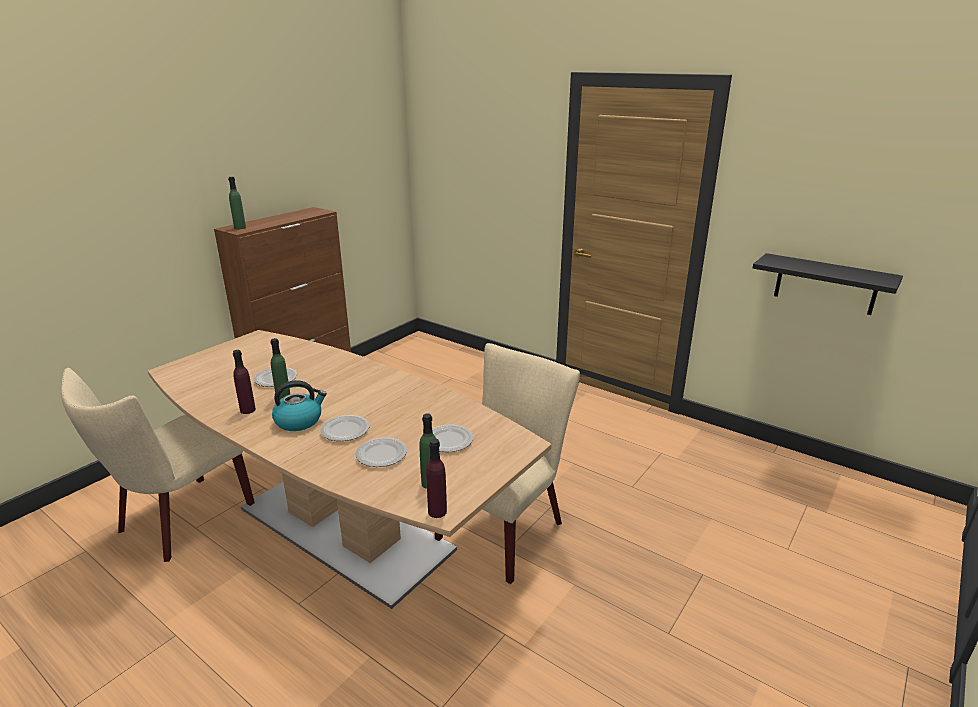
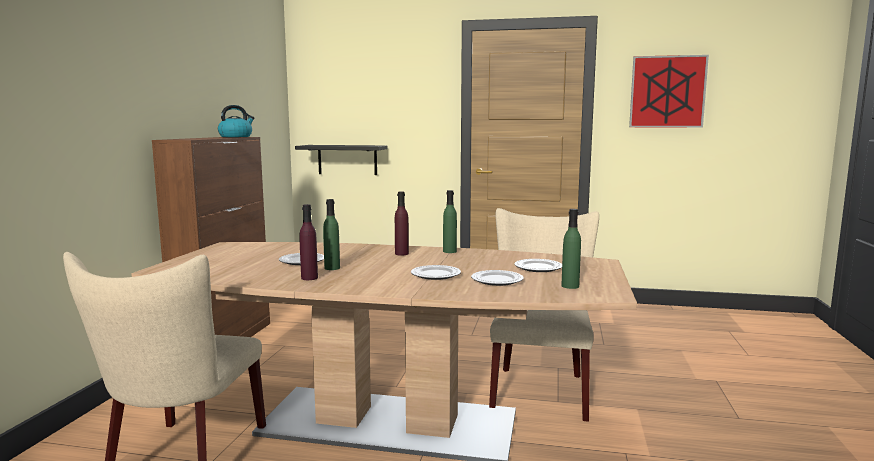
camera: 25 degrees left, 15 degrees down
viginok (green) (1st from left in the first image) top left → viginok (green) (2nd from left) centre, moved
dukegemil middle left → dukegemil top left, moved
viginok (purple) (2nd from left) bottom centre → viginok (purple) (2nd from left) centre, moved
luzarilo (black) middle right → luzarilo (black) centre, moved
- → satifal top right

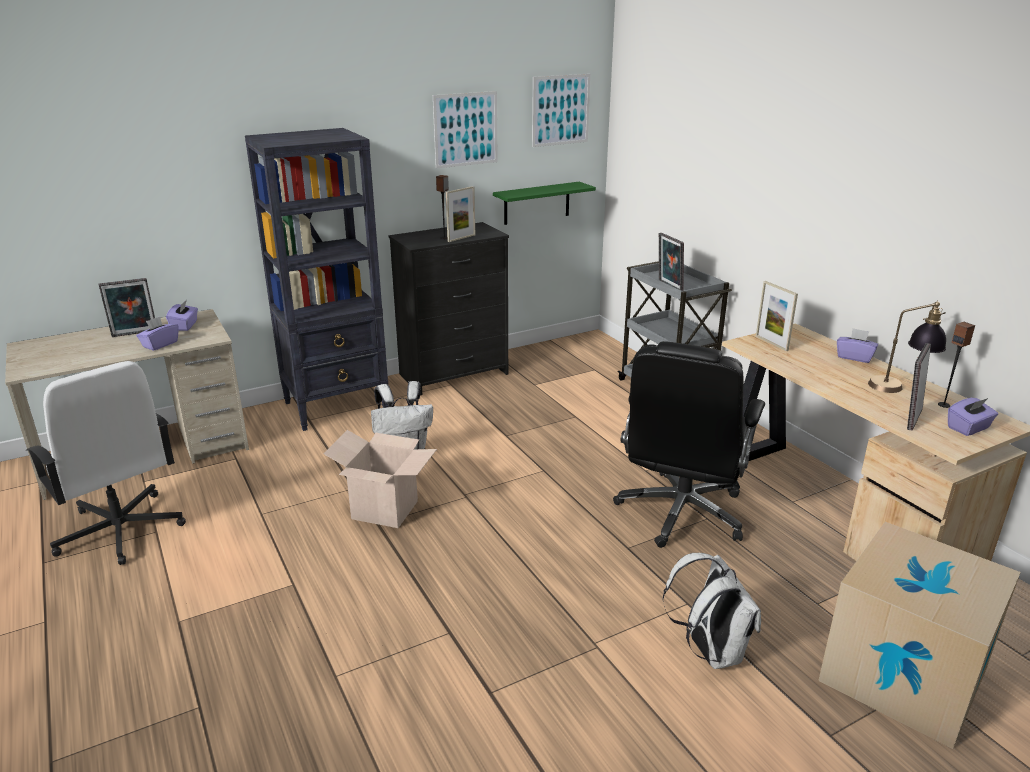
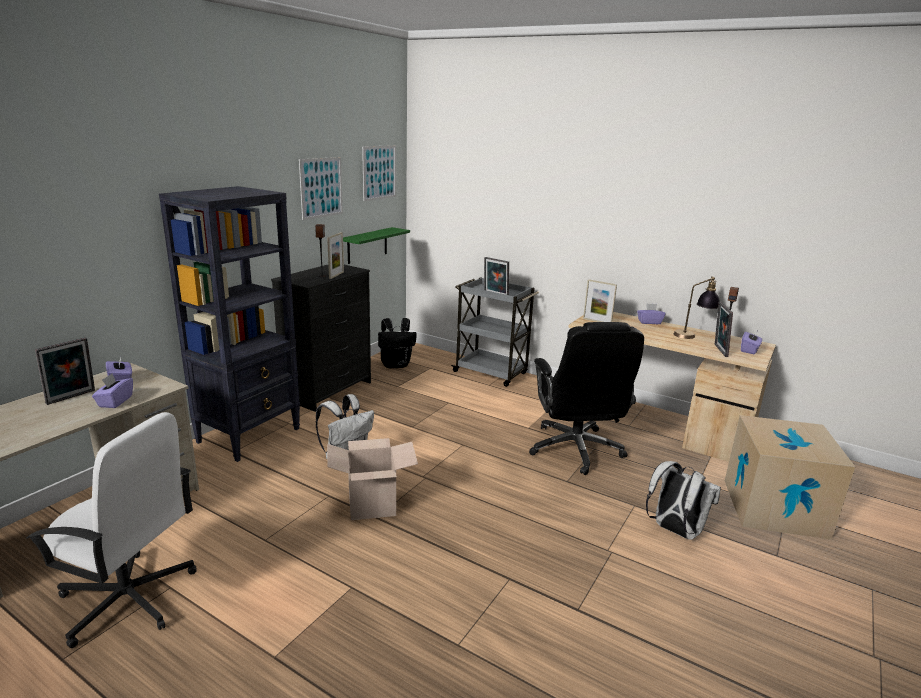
camera: 30 degrees left, 5 degrees down
- → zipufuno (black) centre

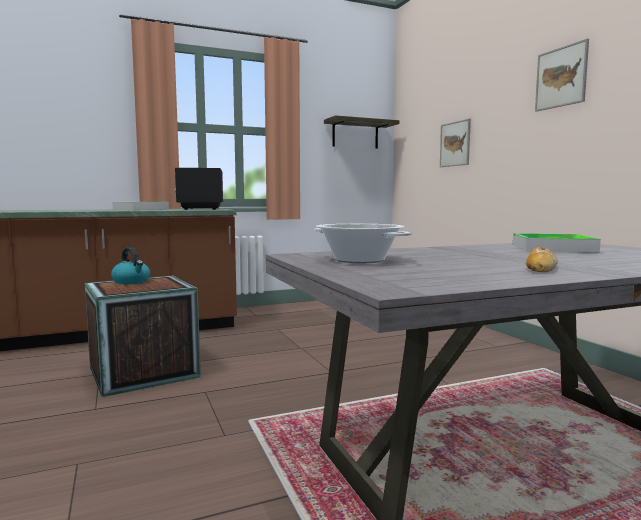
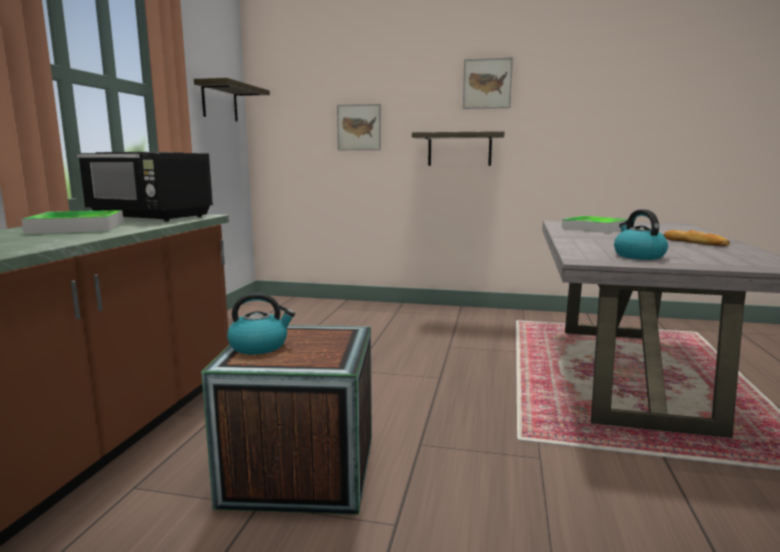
camera: 55 degrees left, 5 degrees up
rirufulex centre → dukegemil (2nd from left) middle right
- → luzarilo (2nd from left) top centre

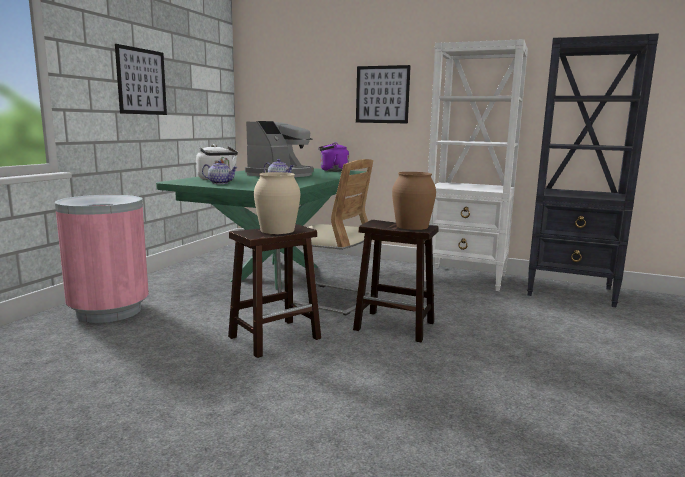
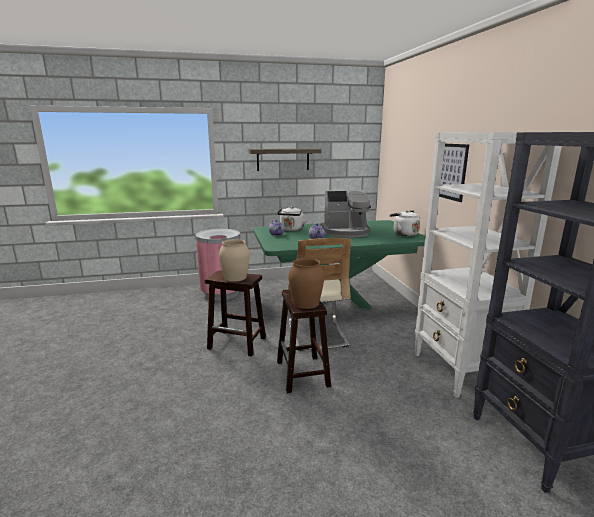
camera: 55 degrees right, 5 degrees up
satifal (1st from left) top left → luzarilo top centre
dukegemil (purple) top centre → dukegemil (white) (2nd from left) middle right

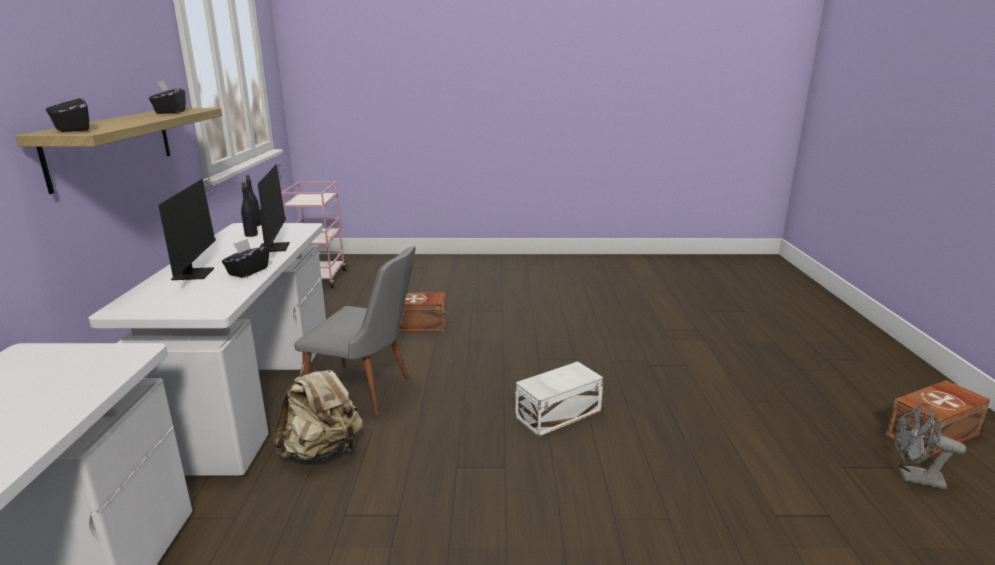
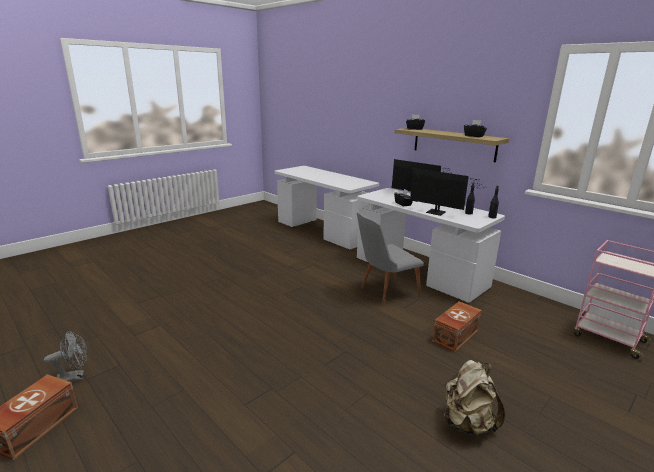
camera: 135 degrees right, 0 degrees up
zipufuno (beige) bottom left → zipufuno (beige) bottom right, moved
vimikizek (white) bottom centre → -

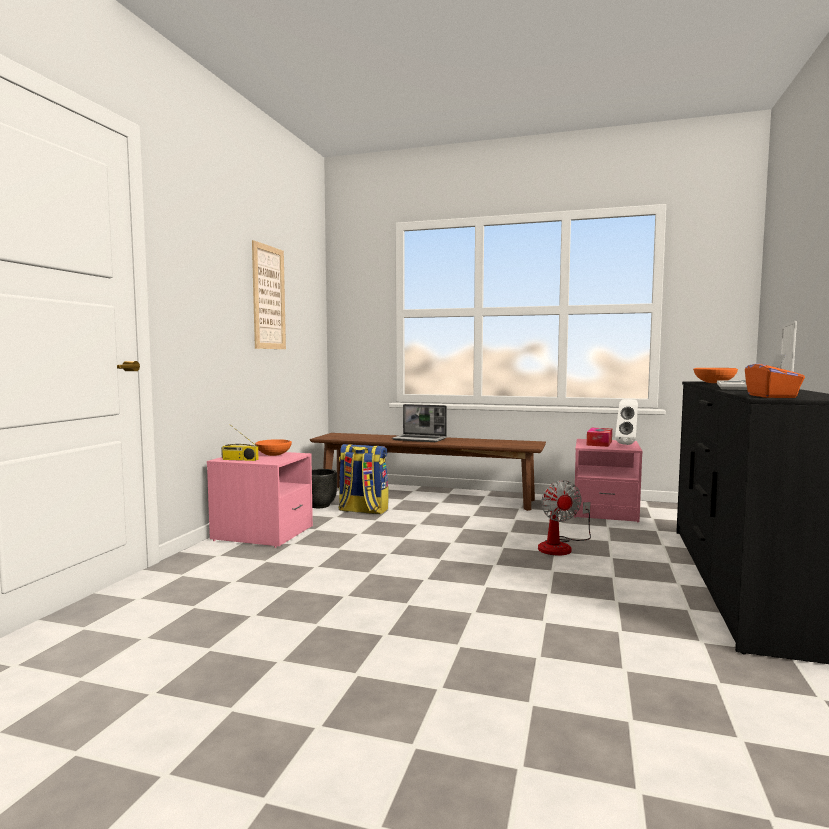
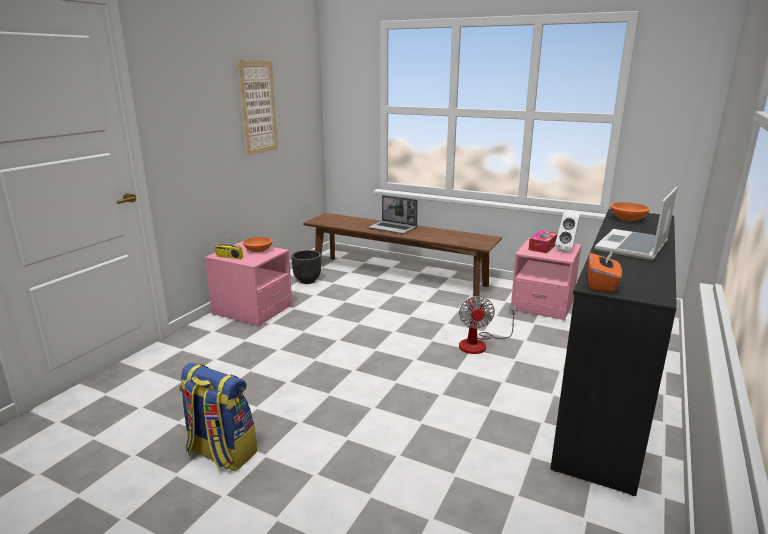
camera: 10 degrees right, 15 degrees up
zipufuno centre → zipufuno bottom left, moved

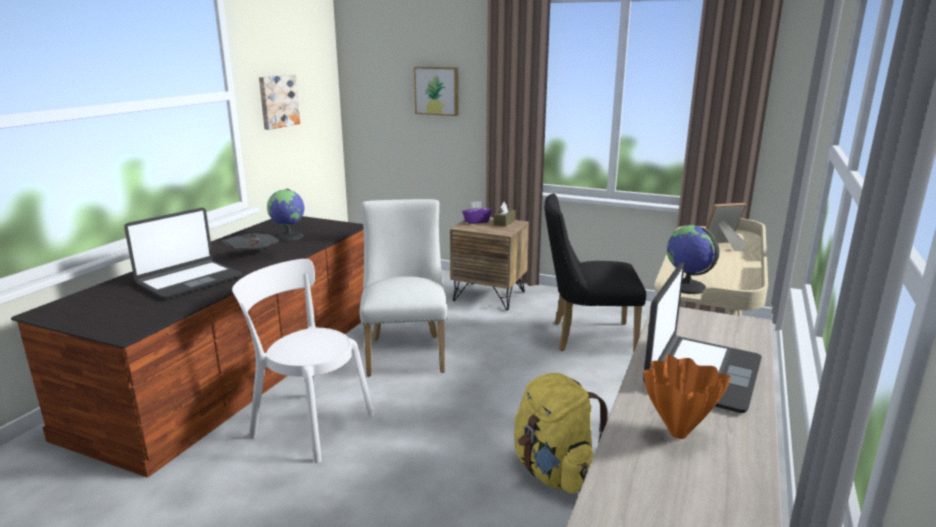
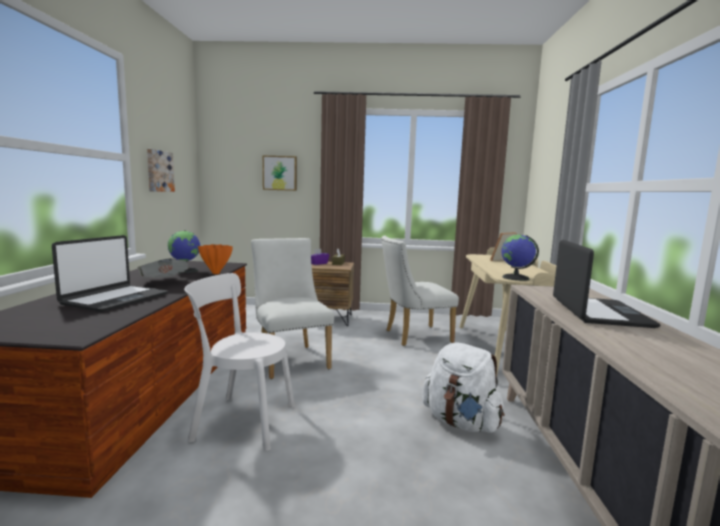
camera: 20 degrees left, 10 degrees down
zipufuno (yellow) bottom centre → zipufuno (white) bottom centre
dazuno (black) centre → dazuno (white) (3rd from left) centre
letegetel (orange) bottom right → letegetel (orange) middle left, moved

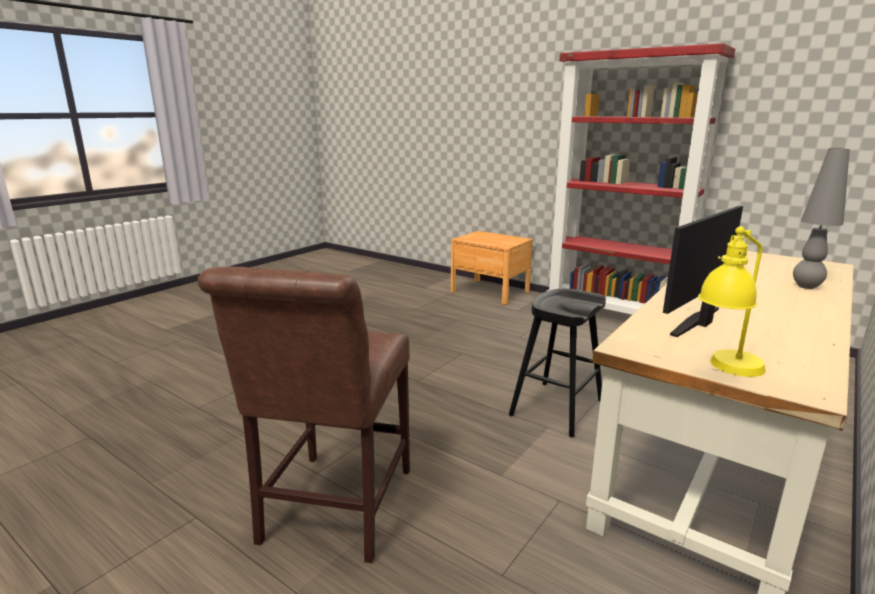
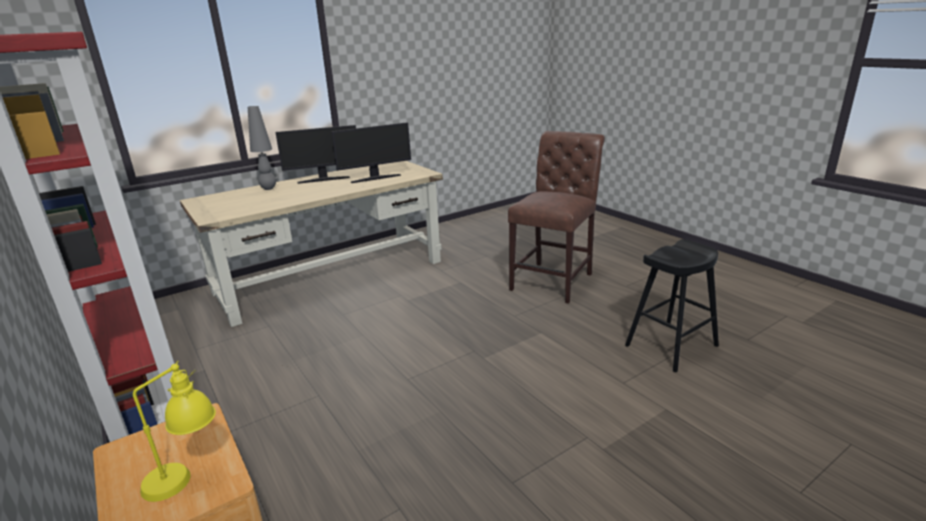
camera: 160 degrees left, 5 degrees up
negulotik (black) centre → negulotik (black) middle right, moved
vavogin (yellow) middle right → vavogin (yellow) bottom left, moved
- → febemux (1st from left) top centre

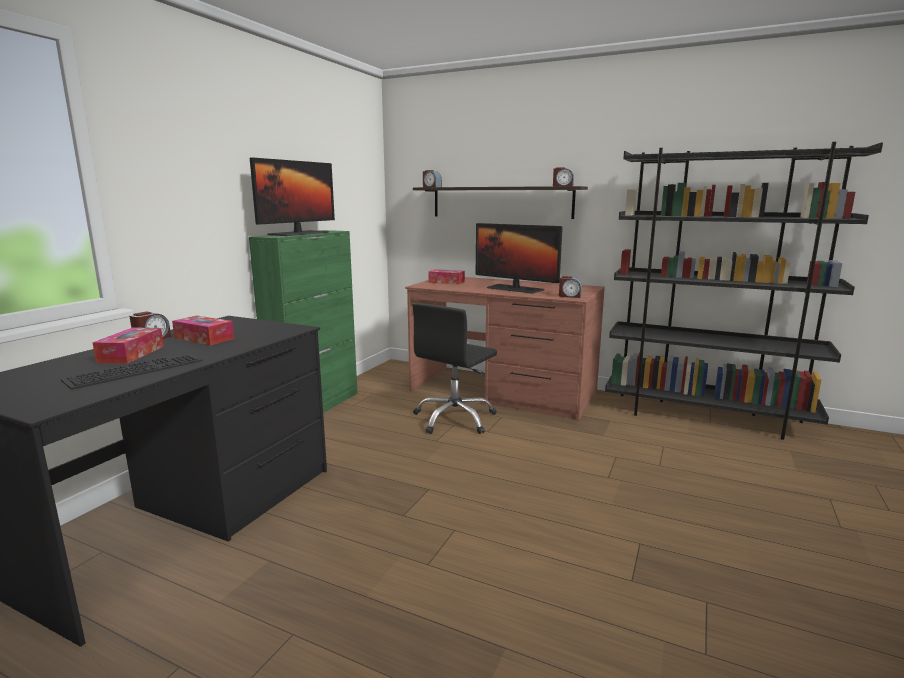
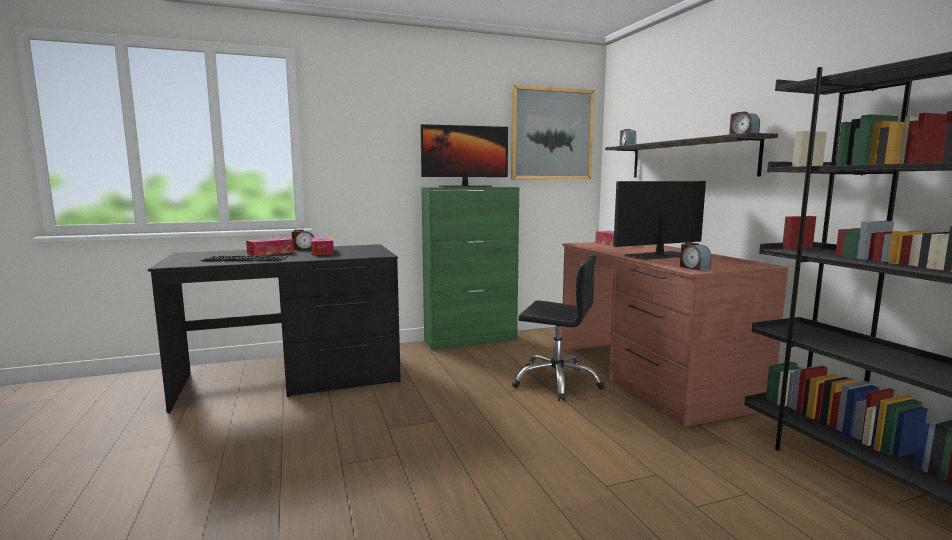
camera: 45 degrees right, 5 degrees down
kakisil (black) centre, 150 degrees counterclockwise
febemux (2nd from left) centre → febemux (2nd from left) middle right, 75 degrees clockwise
- → satifal top centre

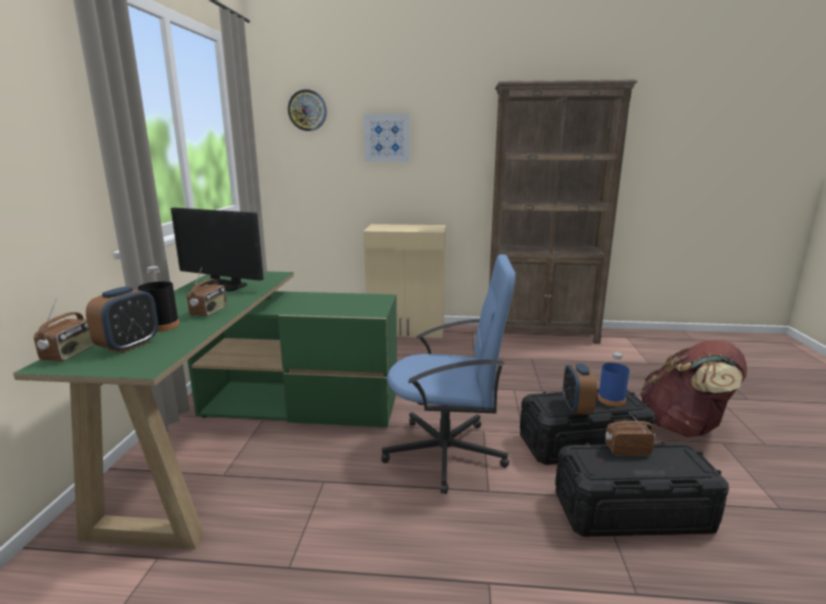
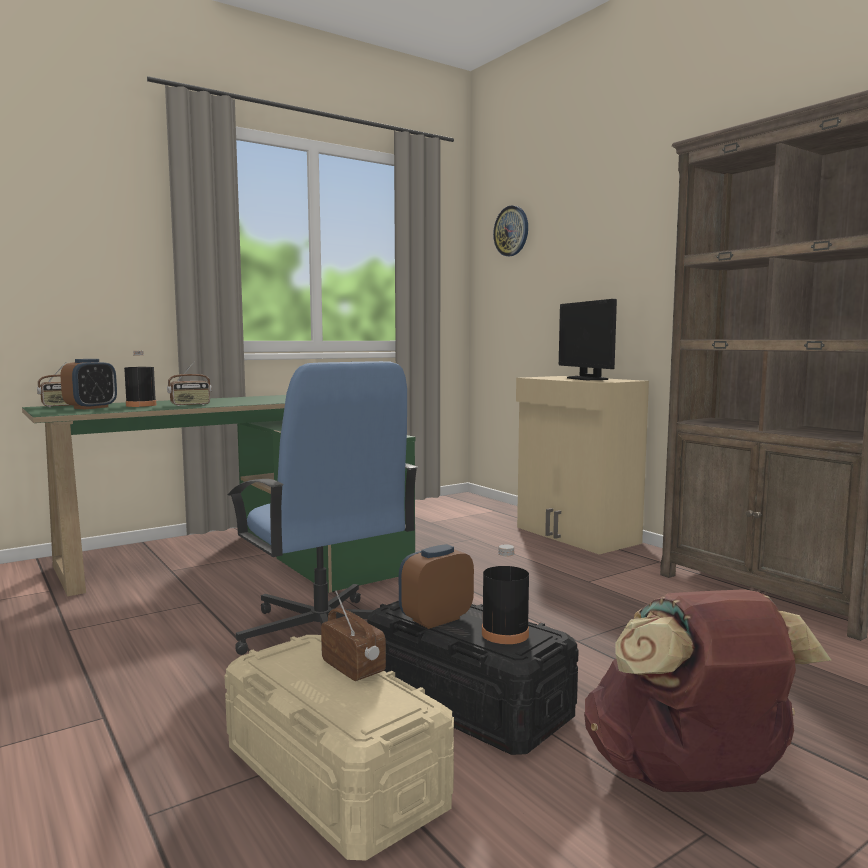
camera: 50 degrees right, 10 degrees down
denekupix (1st from left) middle left, 45 degrees counterclockwise
febemux middle left → febemux middle right, moved
satifal top centre → -
vimikizek (black) (2nd from left) bottom right → vimikizek (beige) bottom centre
viginok (blue) middle right → viginok (black) (2nd from left) bottom centre

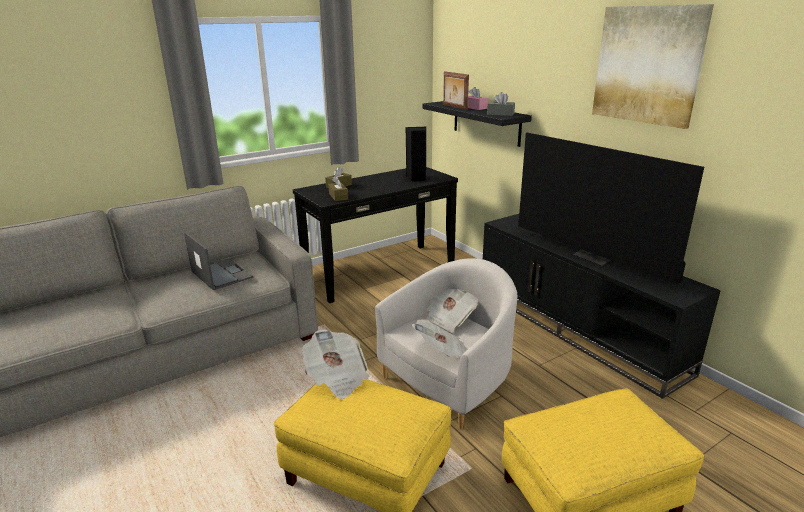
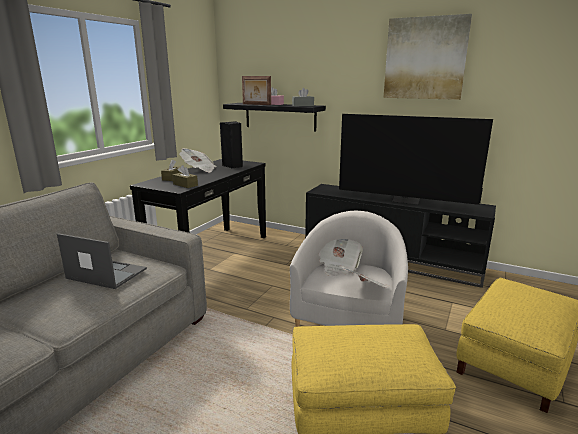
camera: 30 degrees left, 5 degrees down
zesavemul (1st from left) bottom centre → zesavemul (1st from left) centre, moved

